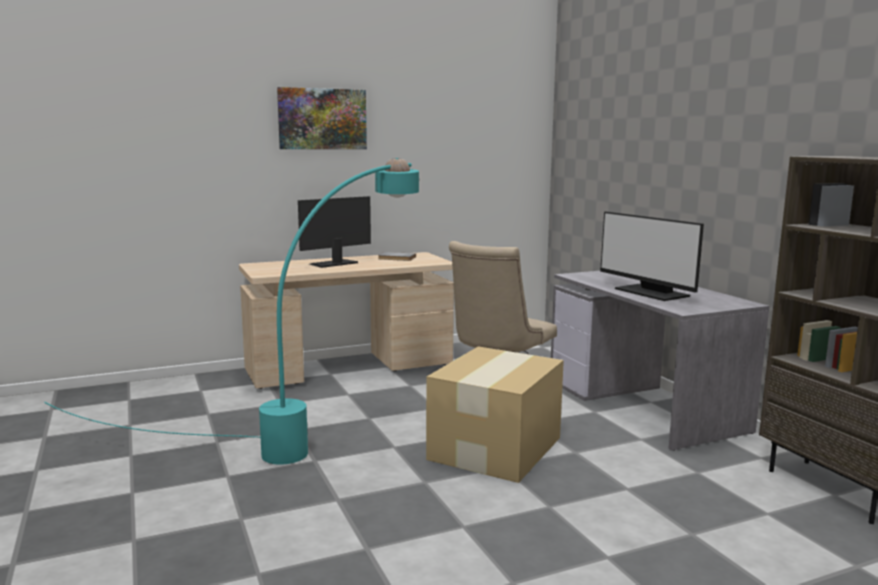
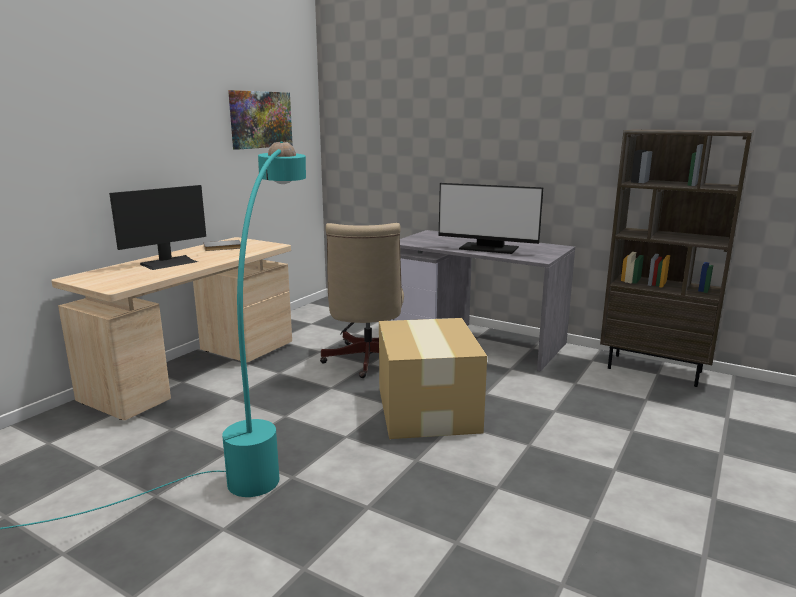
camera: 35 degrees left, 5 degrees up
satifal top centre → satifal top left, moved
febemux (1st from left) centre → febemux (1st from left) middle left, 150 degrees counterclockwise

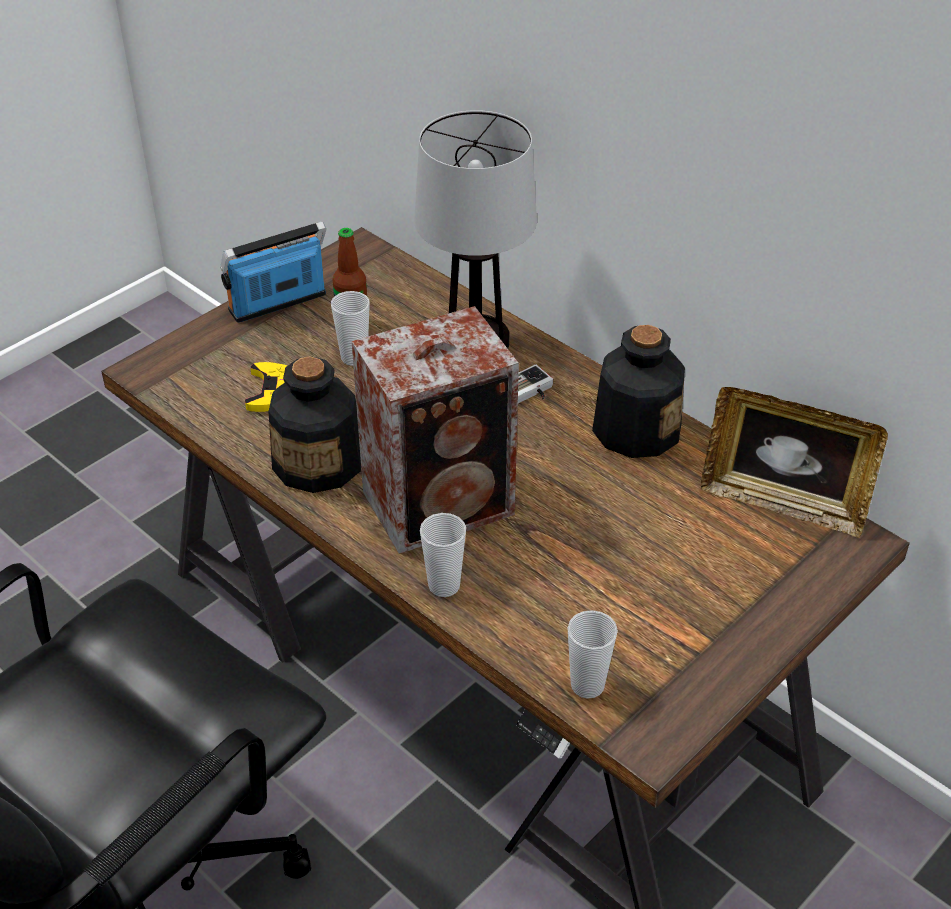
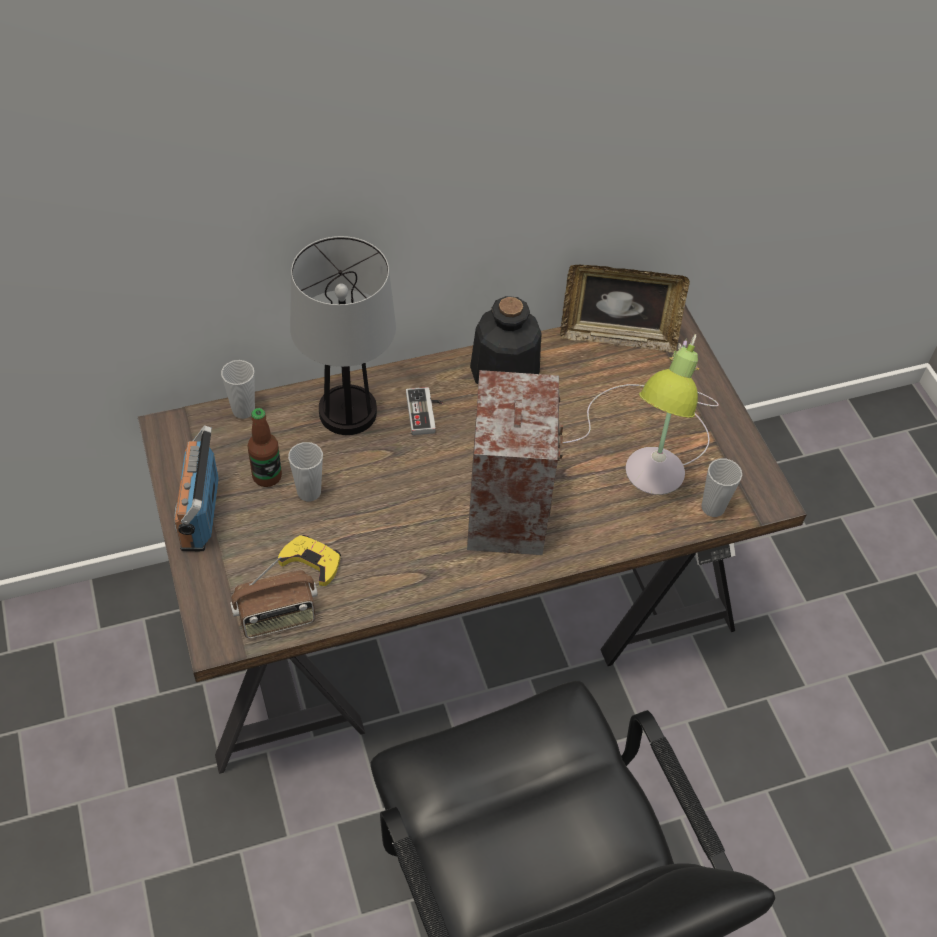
camera: 65 degrees left, 10 degrees up
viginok (1st from left) middle left → -
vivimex (2nd from left in the first image) centre → vivimex (1st from left) middle left, moved
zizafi middle right → zizafi top right, 45 degrees clockwise
- → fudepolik (2nd from left) middle left
- → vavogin (2nd from left) middle right

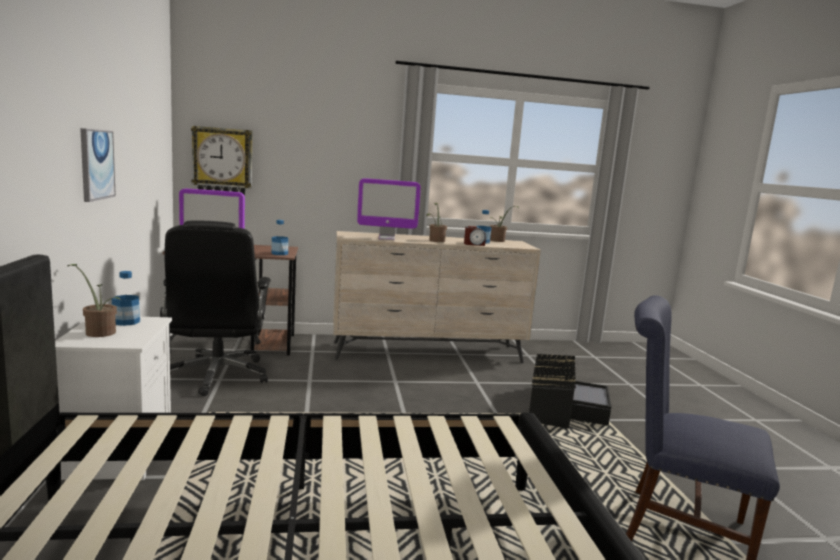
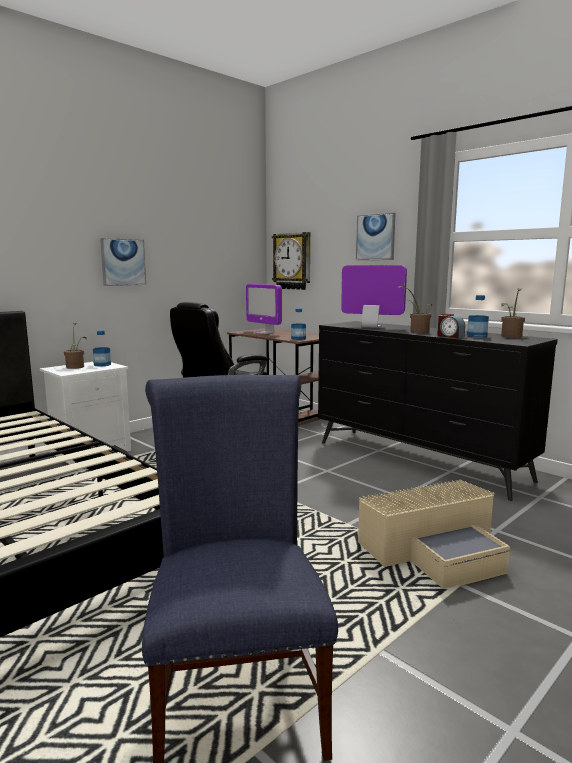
camera: 55 degrees right, 0 degrees up
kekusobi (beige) centre → kekusobi (black) middle right
febemux (2nd from left) centre, 150 degrees clockwise
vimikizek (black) bottom right → vimikizek (beige) bottom right
- → satifal (2nd from left) top centre

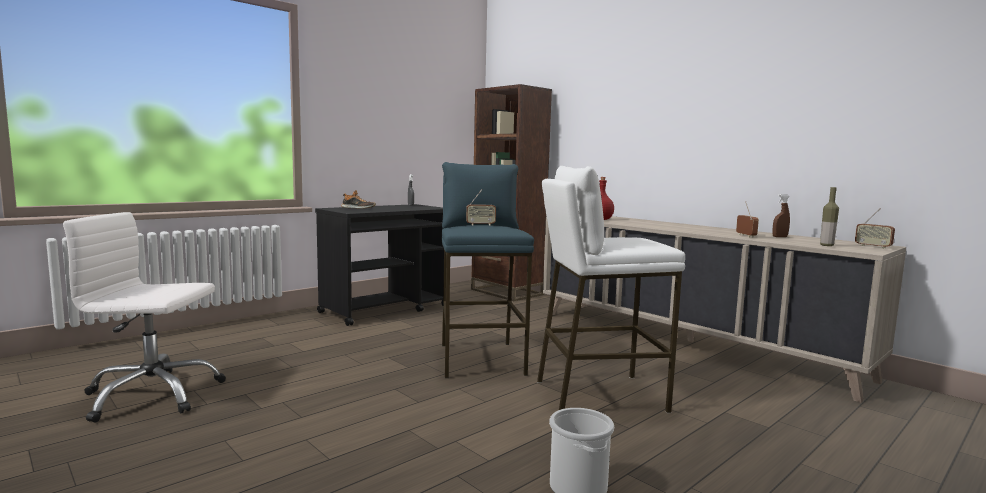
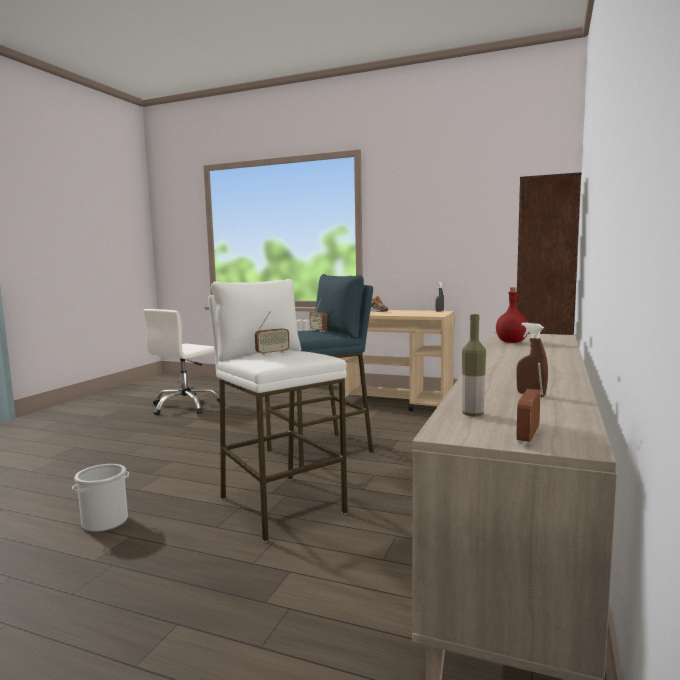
camera: 65 degrees right, 0 degrees up
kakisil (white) middle left, 120 degrees counterclockwise
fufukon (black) centre → fufukon (beige) centre
fudepolik (2nd from left in the first image) middle right → fudepolik (1st from left) centre, moved

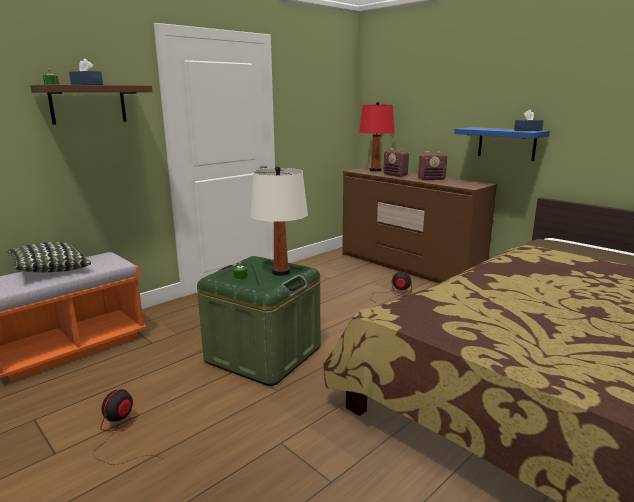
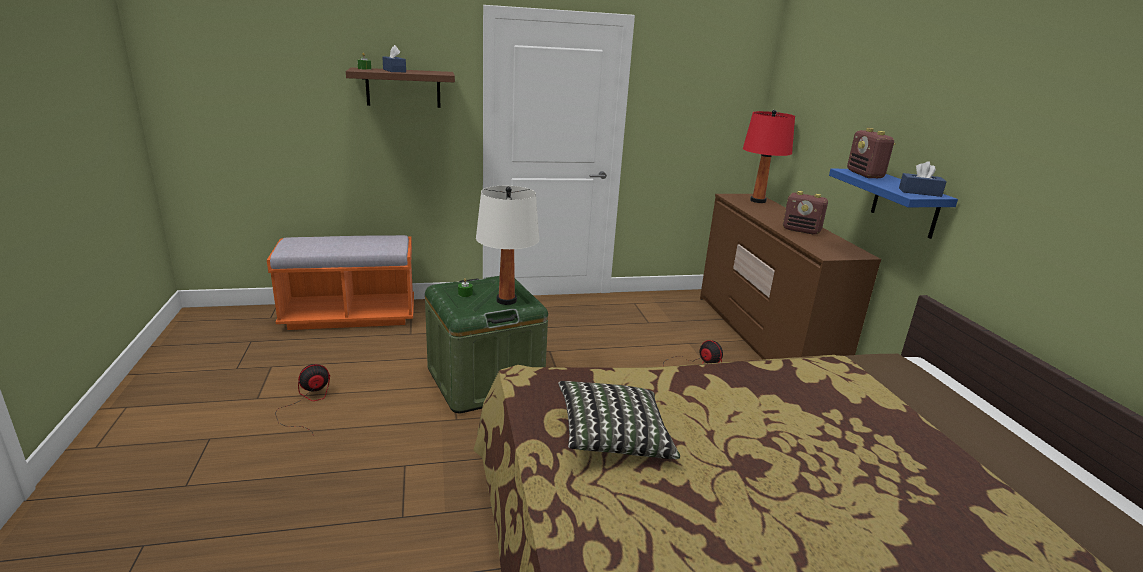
camera: 30 degrees right, 5 degrees up
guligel middle left → guligel bottom centre, moved
fudepolik (1st from left in the first image) top centre → fudepolik (2nd from left) top right, moved

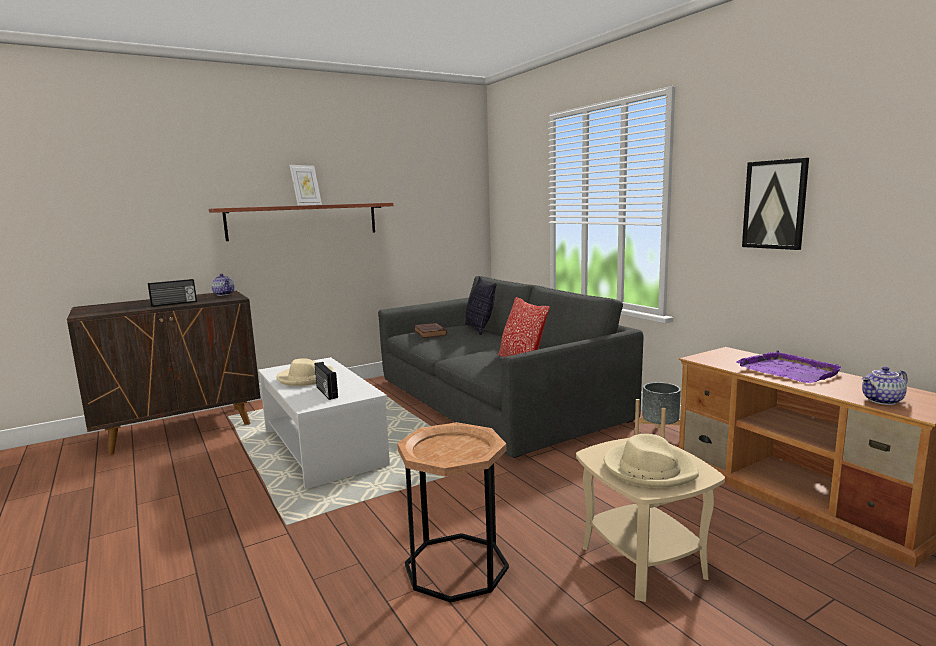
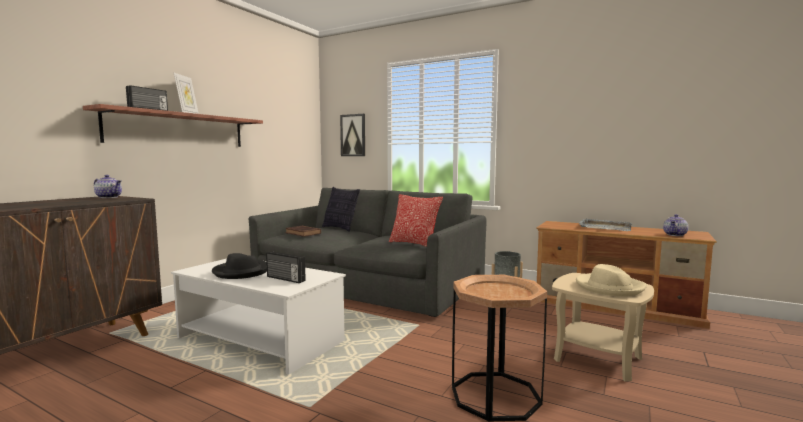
camera: 30 degrees left, 5 degrees down
fudepolik (1st from left) middle left → fudepolik (1st from left) top left, moved
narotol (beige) (1st from left) middle left → narotol (black) middle left
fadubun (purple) middle right → fadubun (grey) middle right
satifal top right → satifal top centre, moved

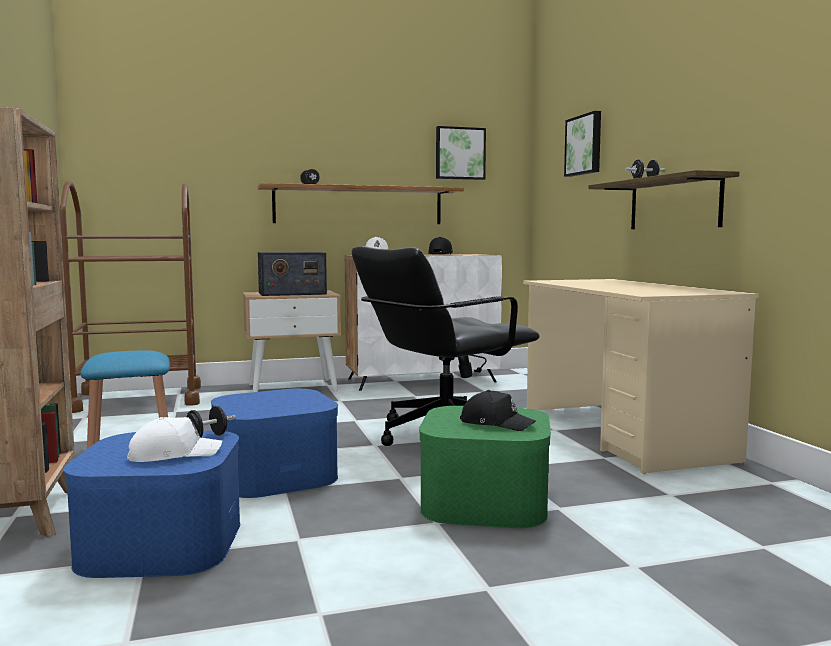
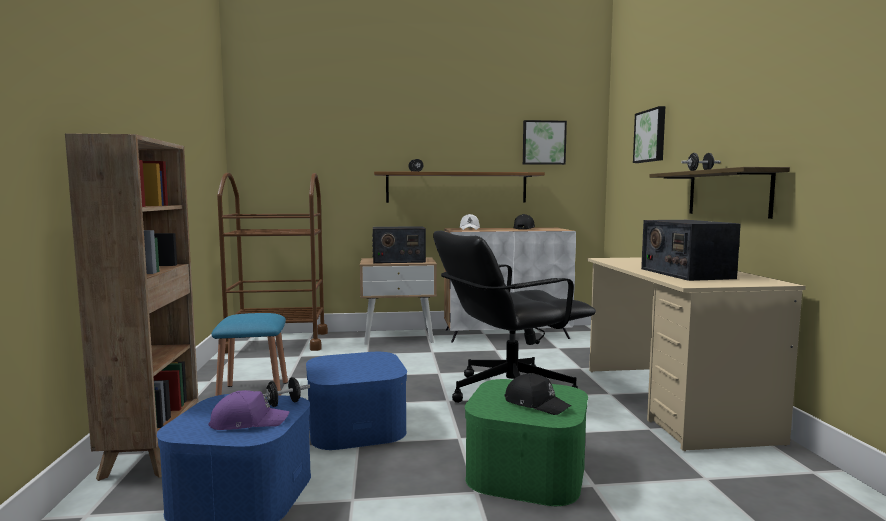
camera: 10 degrees right, 0 degrees up
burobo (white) (1st from left) bottom left → burobo (purple) bottom left
- → fudepolik (2nd from left) middle right

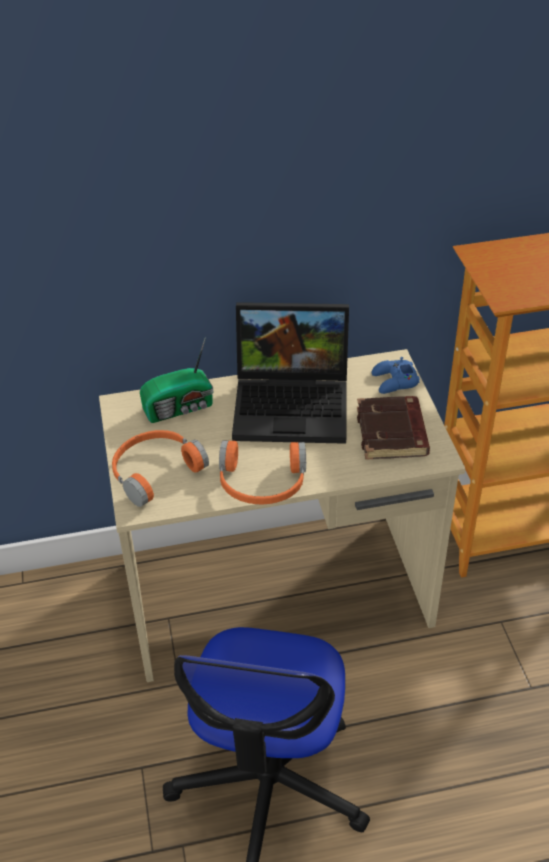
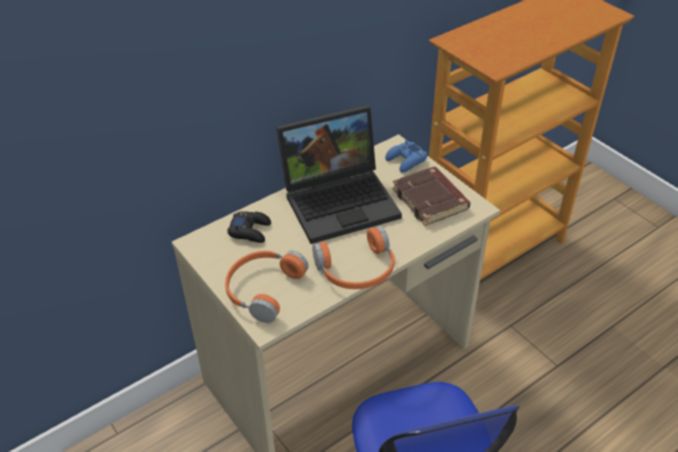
camera: 25 degrees left, 0 degrees up
fudepolik middle left → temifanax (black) centre

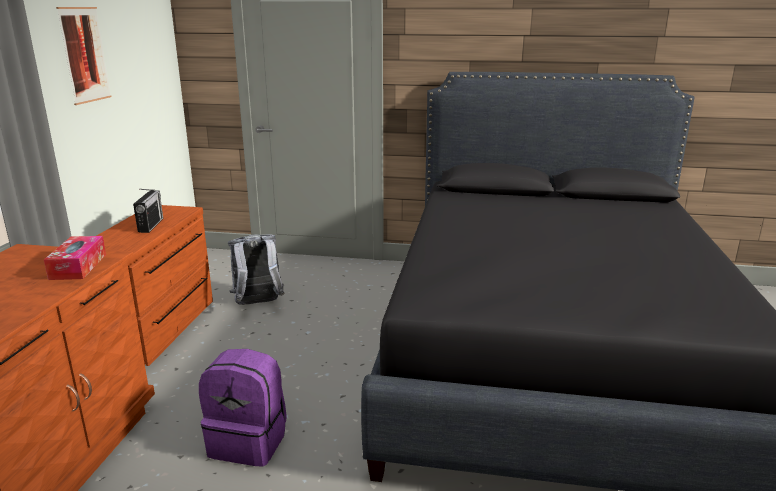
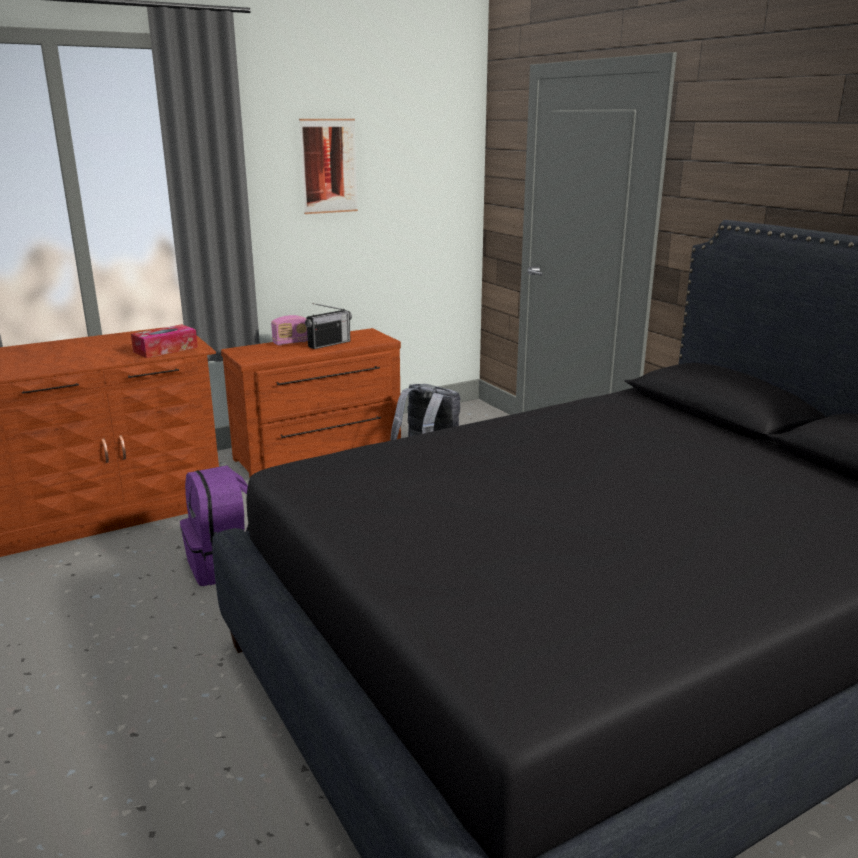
camera: 50 degrees right, 0 degrees up
- → fudepolik (1st from left) centre

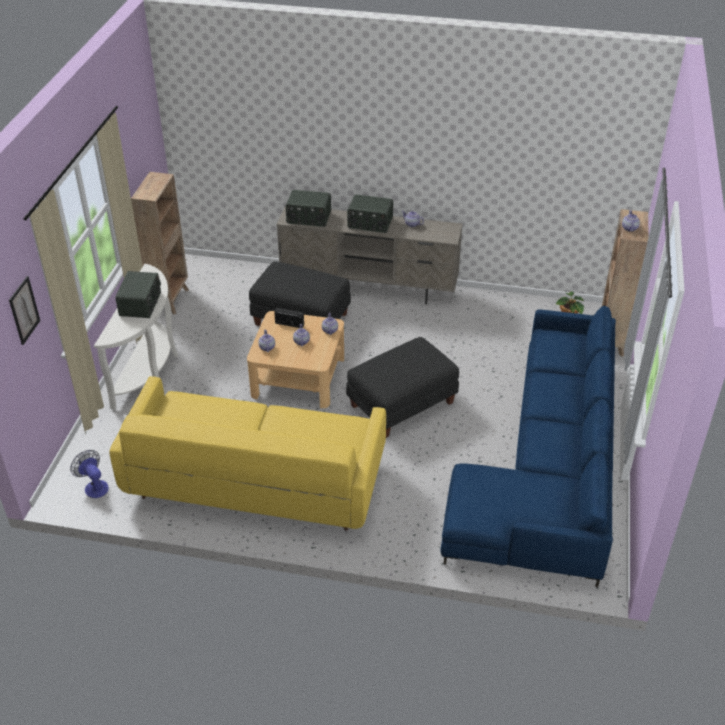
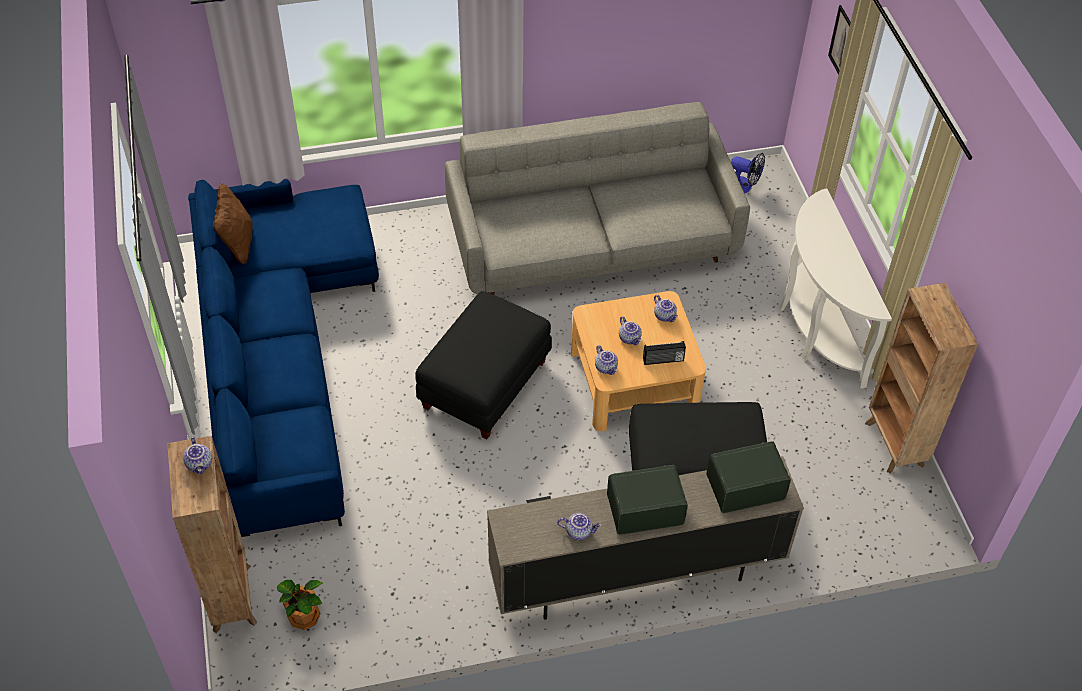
camera: 155 degrees right, 10 degrees up
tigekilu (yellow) centre → tigekilu (grey) top centre
fudepolik (1st from left) middle left → -
- → guligel (brown) top left

